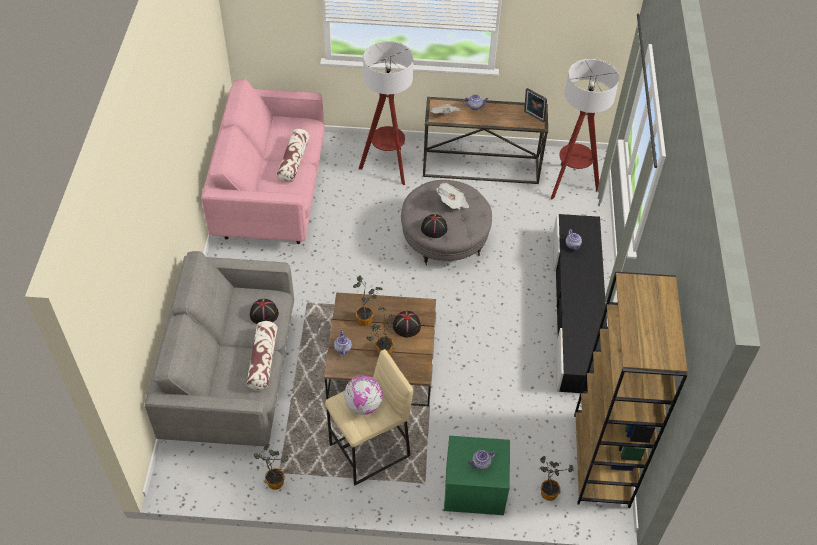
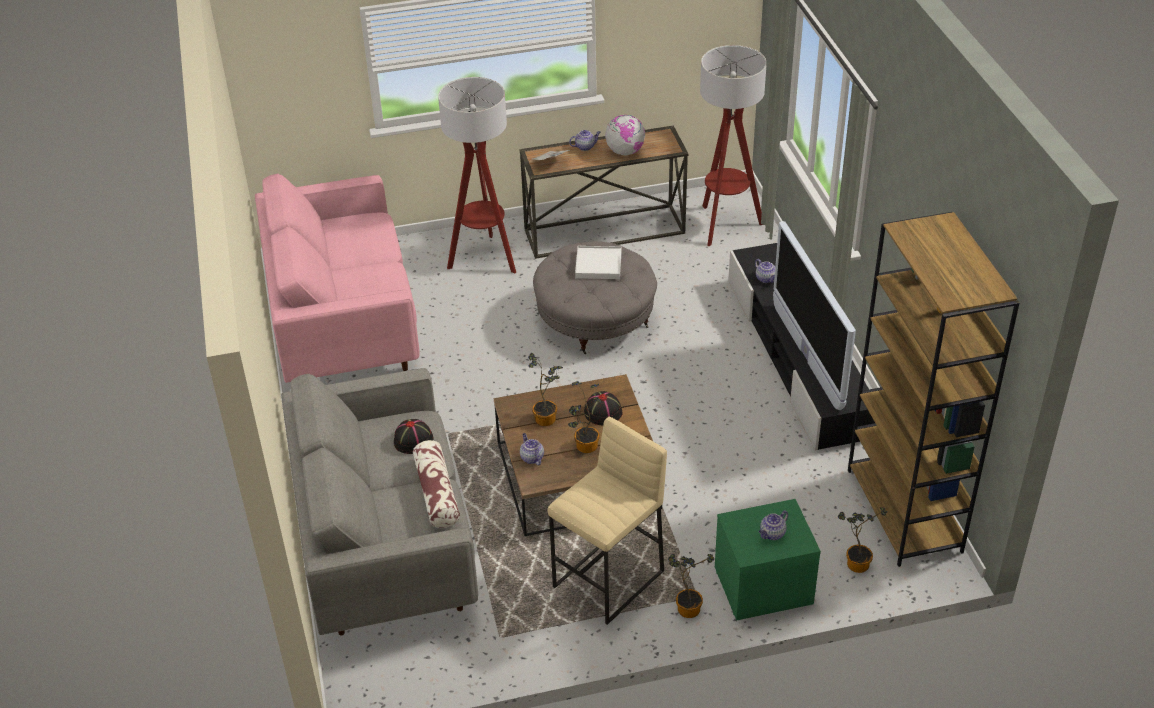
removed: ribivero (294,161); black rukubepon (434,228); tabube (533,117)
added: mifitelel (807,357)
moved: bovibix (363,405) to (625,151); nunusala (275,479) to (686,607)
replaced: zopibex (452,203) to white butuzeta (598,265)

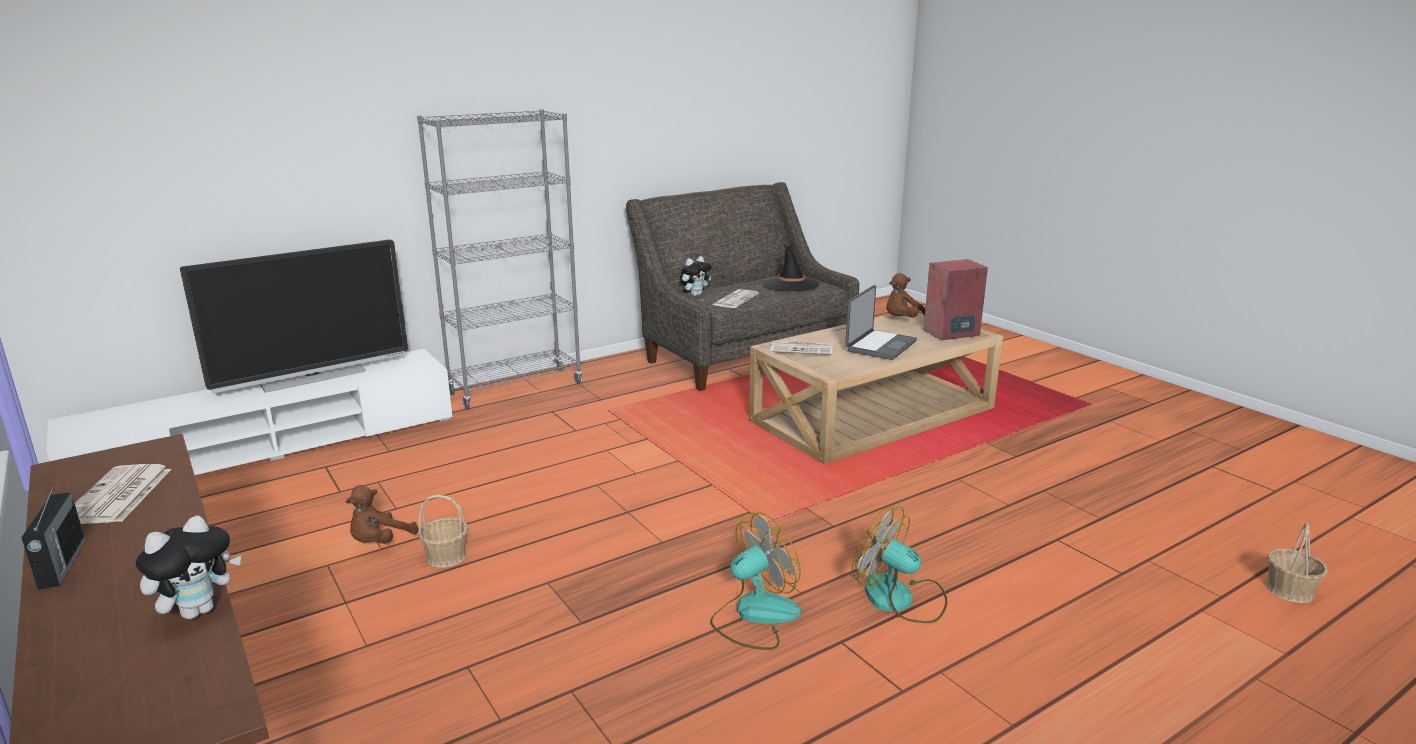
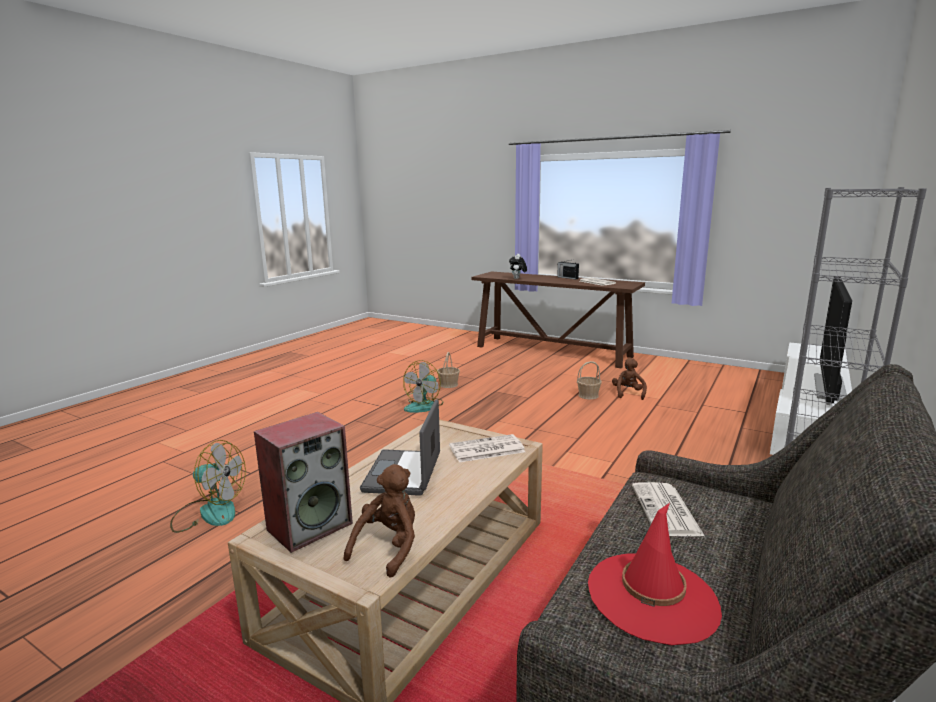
removed: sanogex (695,294)
moved: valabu (900,599) to (209,512); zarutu (1289,590) to (448,384)
recoloured: black rukubepon (790,285) to red rukubepon (652,597)

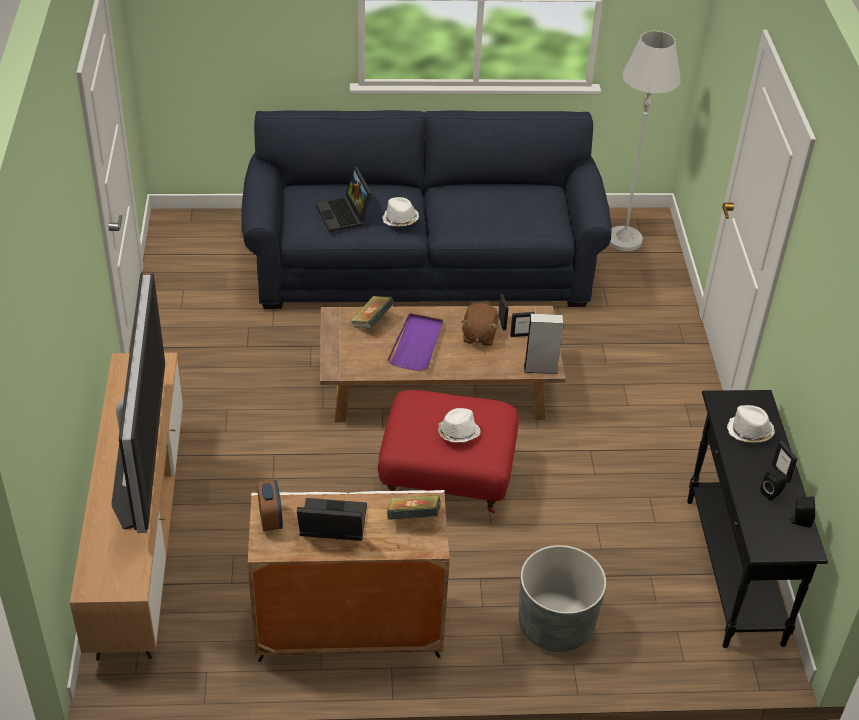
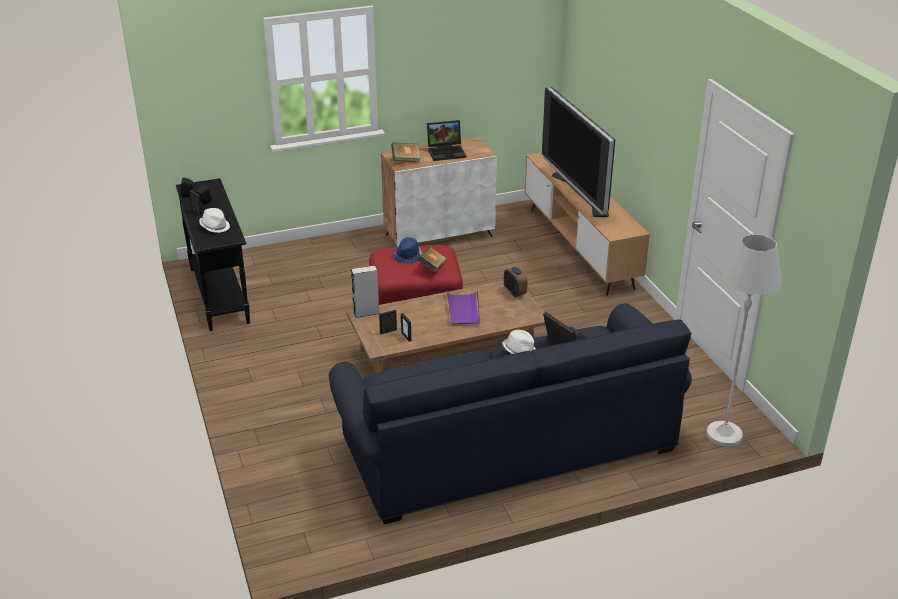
removed: brown sanogex (478,335); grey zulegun (555,625)
moved: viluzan (372,322) to (432,268); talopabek (270,519) to (514,292); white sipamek (624,239) to (724,435)
recoloured: white rukubepon (458,433) to blue rukubepon (408,256)

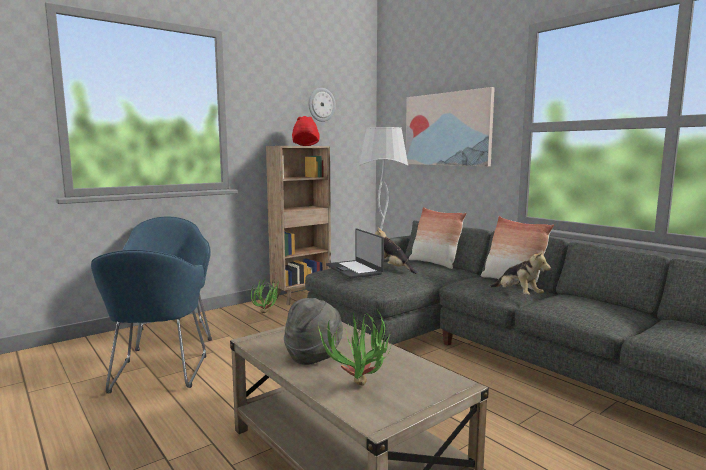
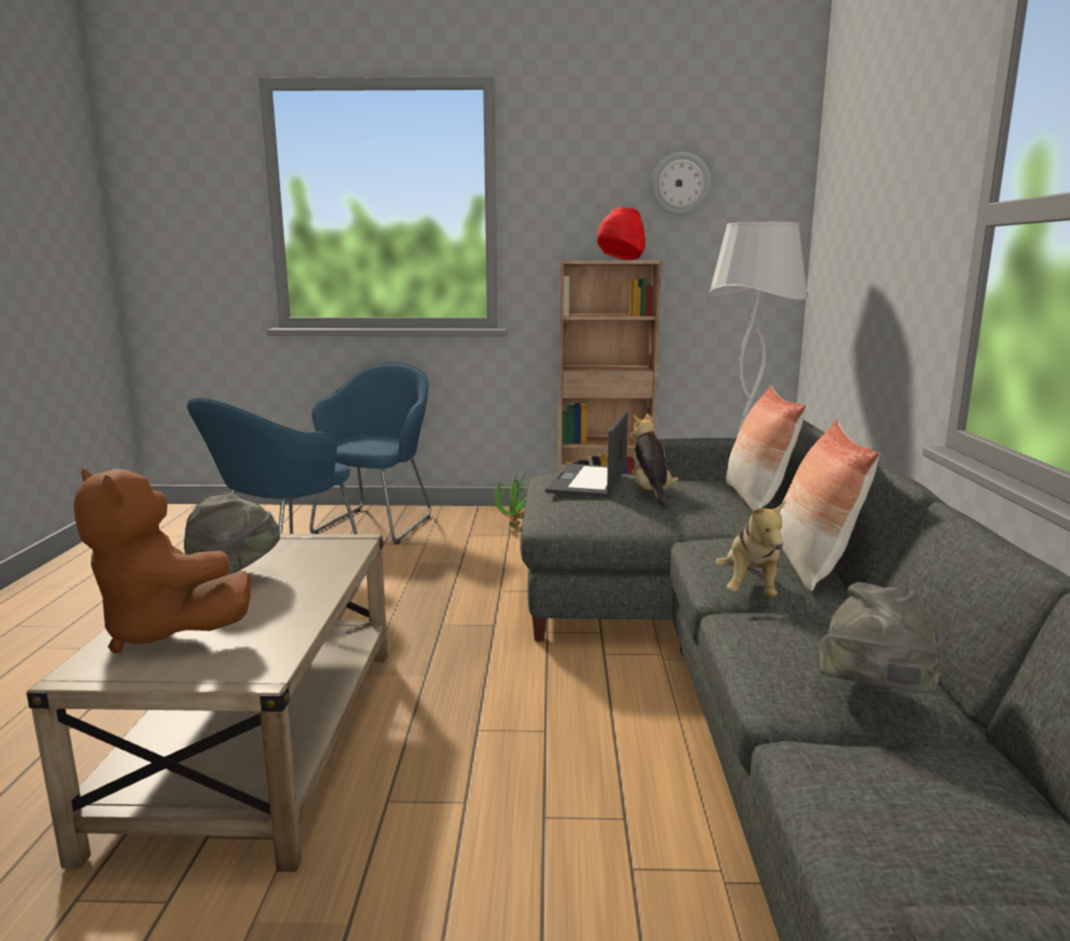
removed: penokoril (447,129)
added: grey rukubepon (873,701)
replaced: nunusala (359,389) to brown sanogex (165,631)

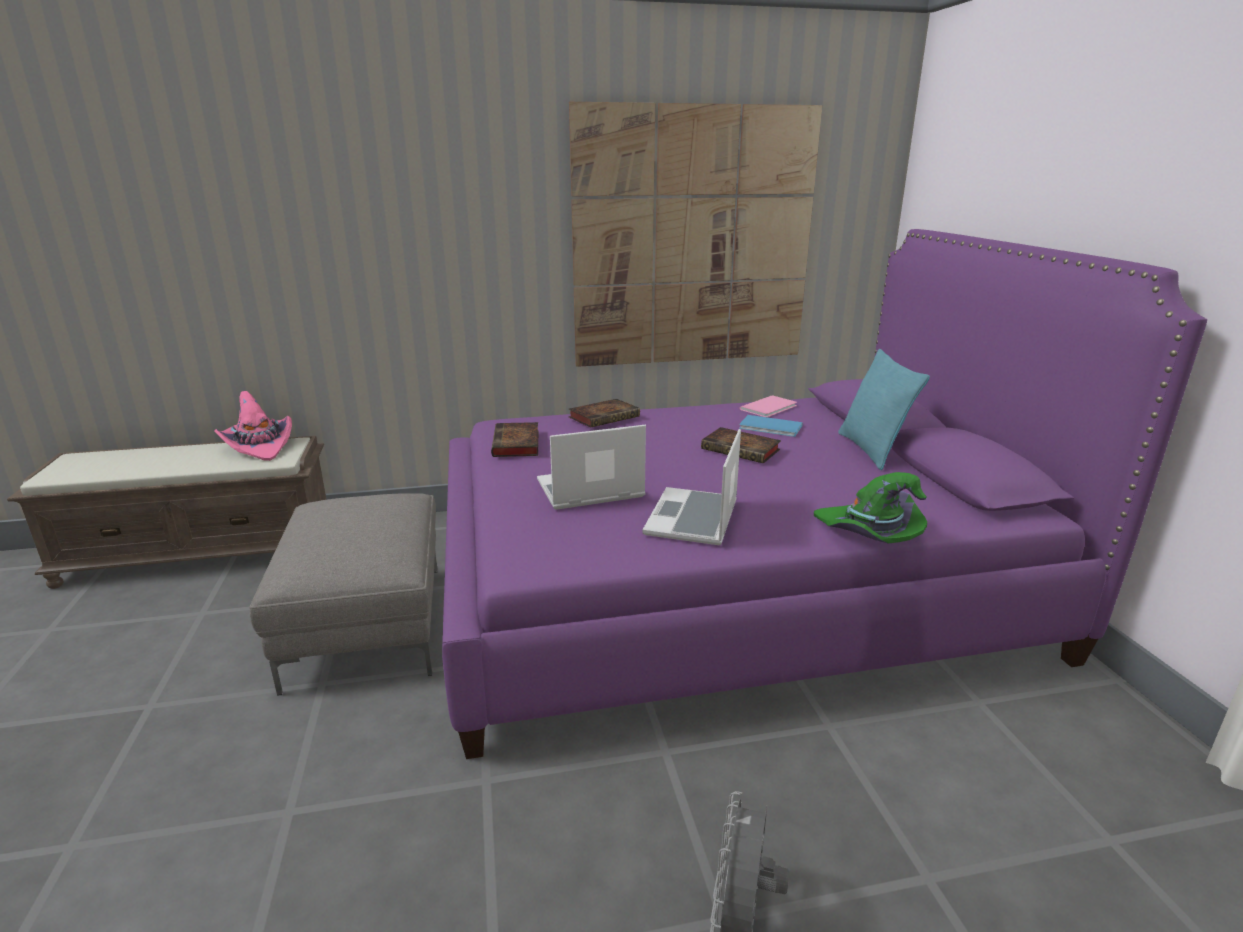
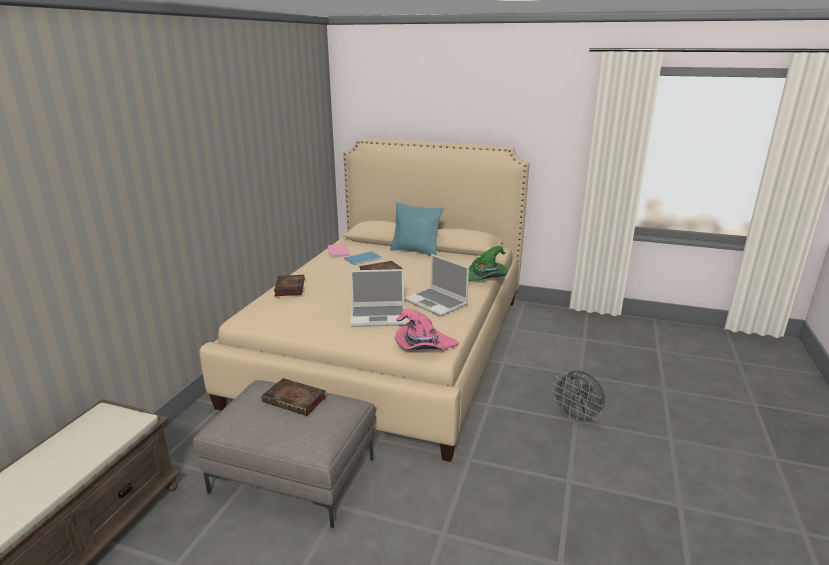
removed: penokoril (693,240)
moved: viluzan (517,444) to (296,400); pink rukubepon (260,446) to (423,346)
recoloured: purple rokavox (726,582) to beige rokavox (389,346)
turned: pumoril (589,490) = (379,316) 105 degrees counterclockwise

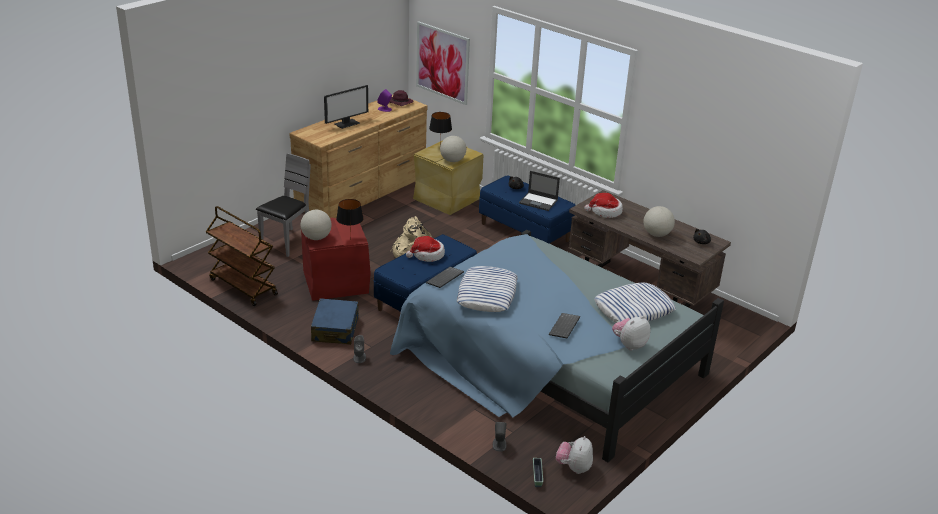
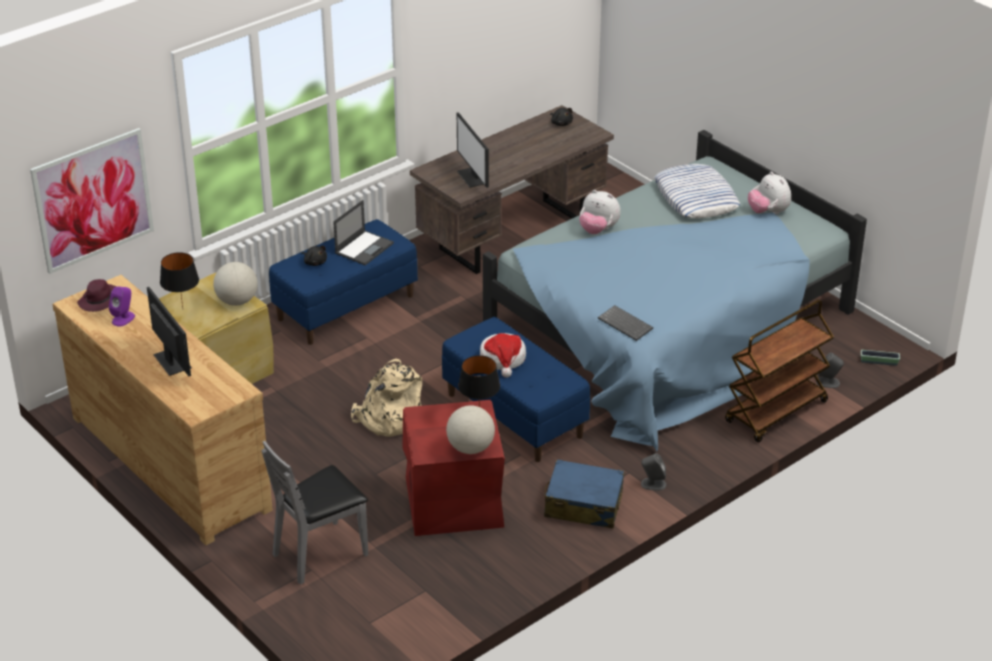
removed: ribivero (487,294); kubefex (565,327); bovibix (656,234)
moved: sanogex (574,467) to (598,230); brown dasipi (242,287) to (776,412)
replaced: rukubepon (605,212) to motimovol (473,177)
turned: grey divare (287,242) = (320,553) 75 degrees counterclockwise

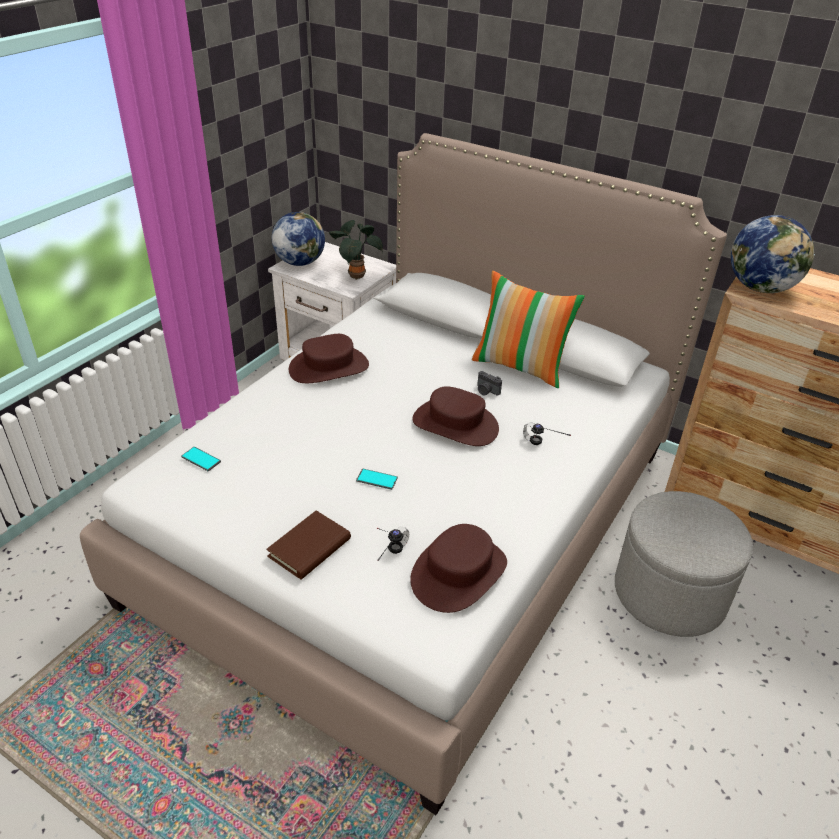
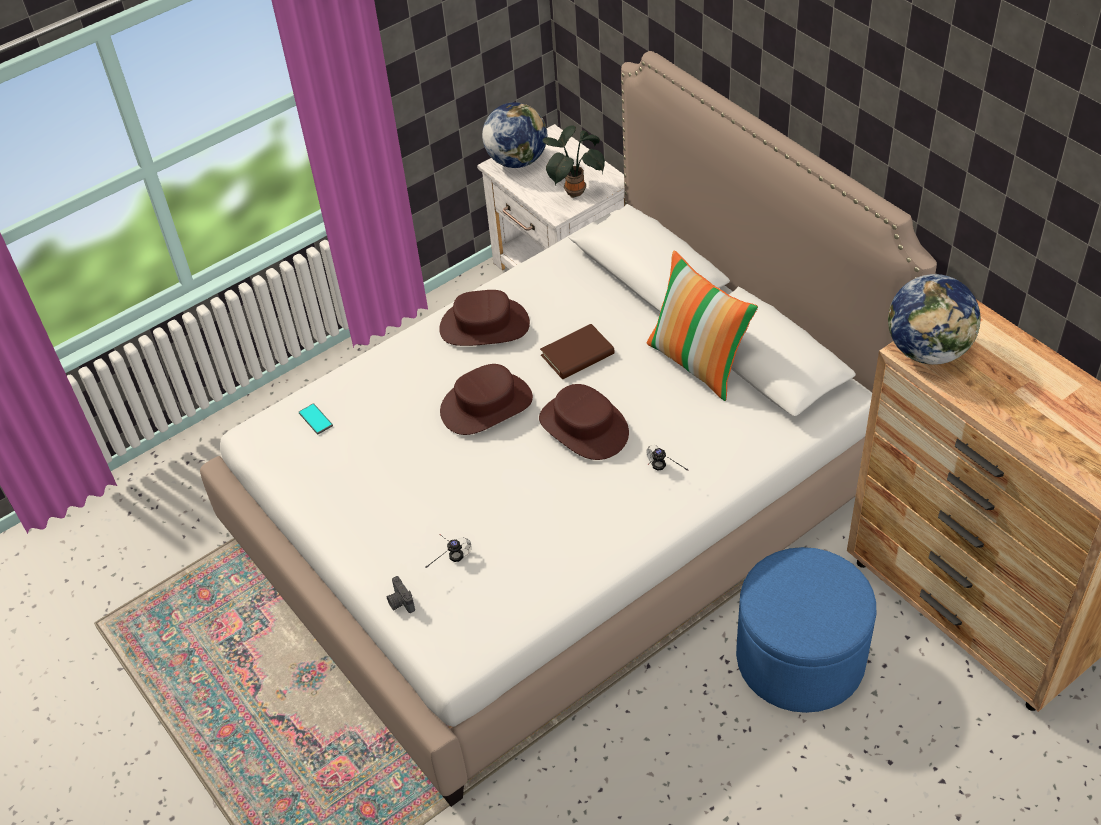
removed: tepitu (377,479)
moved: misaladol (486,391) to (400,602); brown rukubepon (458,572) to (486,405); brown viluzan (309,548) to (577,355)
recoloured: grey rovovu (669,593) to blue rovovu (800,658)

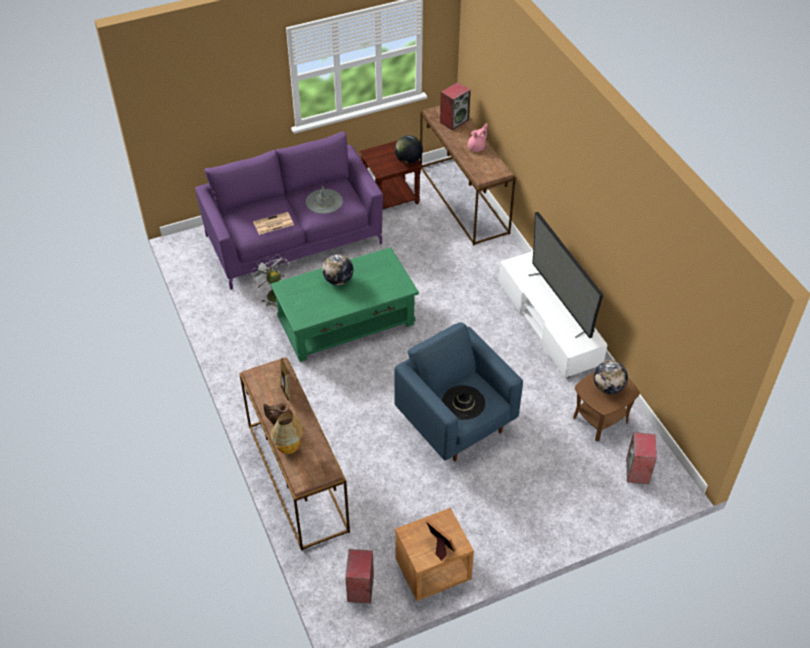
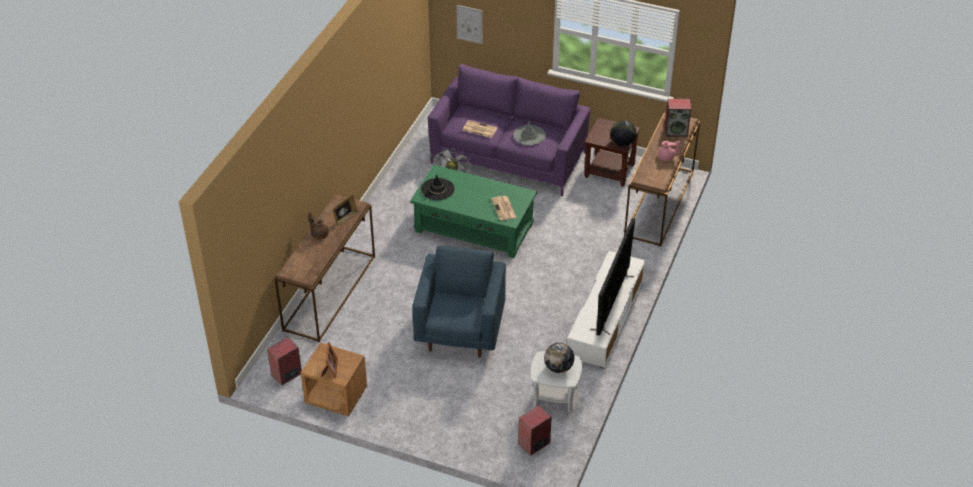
removed: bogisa (289,448); bovibix (338,280)
added: penokoril (469,24); zopibex (504,209)
moved: black rukubepon (463,403) to (437,189)
recoloured: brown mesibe (600,419) to white mesibe (554,397)

